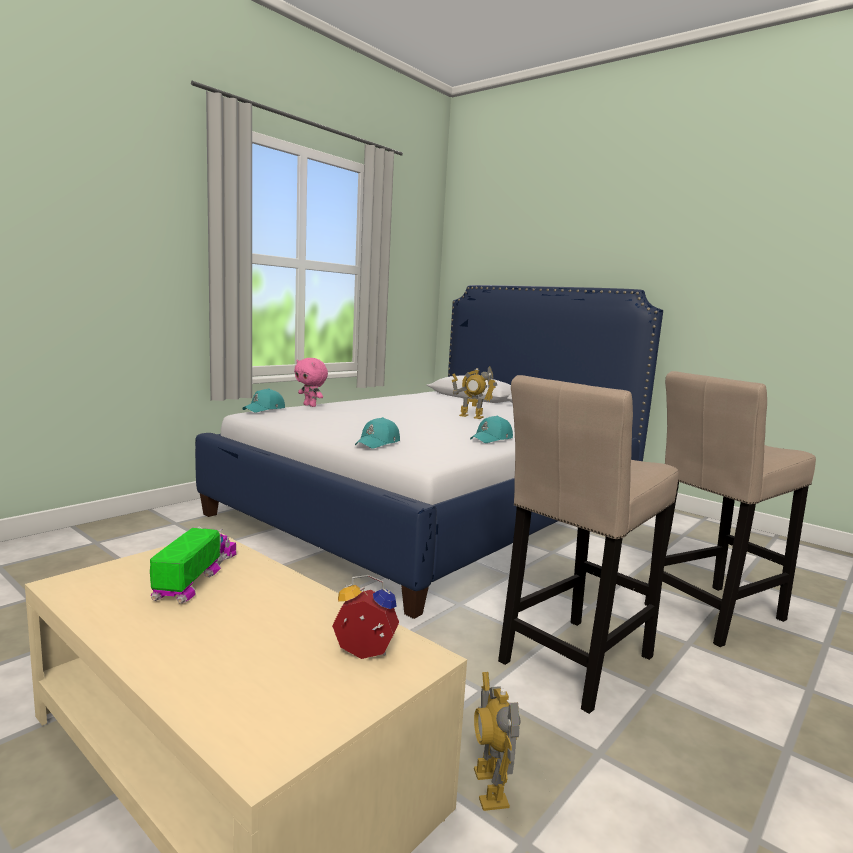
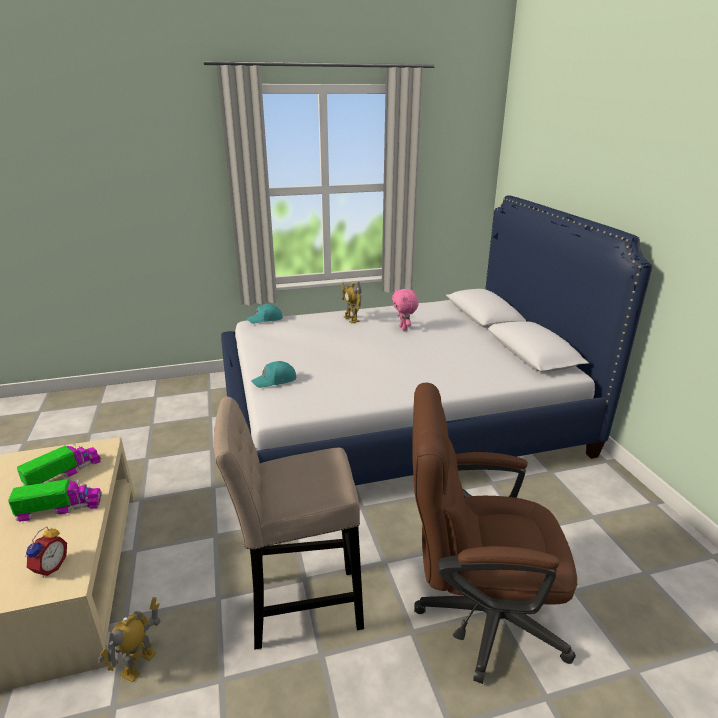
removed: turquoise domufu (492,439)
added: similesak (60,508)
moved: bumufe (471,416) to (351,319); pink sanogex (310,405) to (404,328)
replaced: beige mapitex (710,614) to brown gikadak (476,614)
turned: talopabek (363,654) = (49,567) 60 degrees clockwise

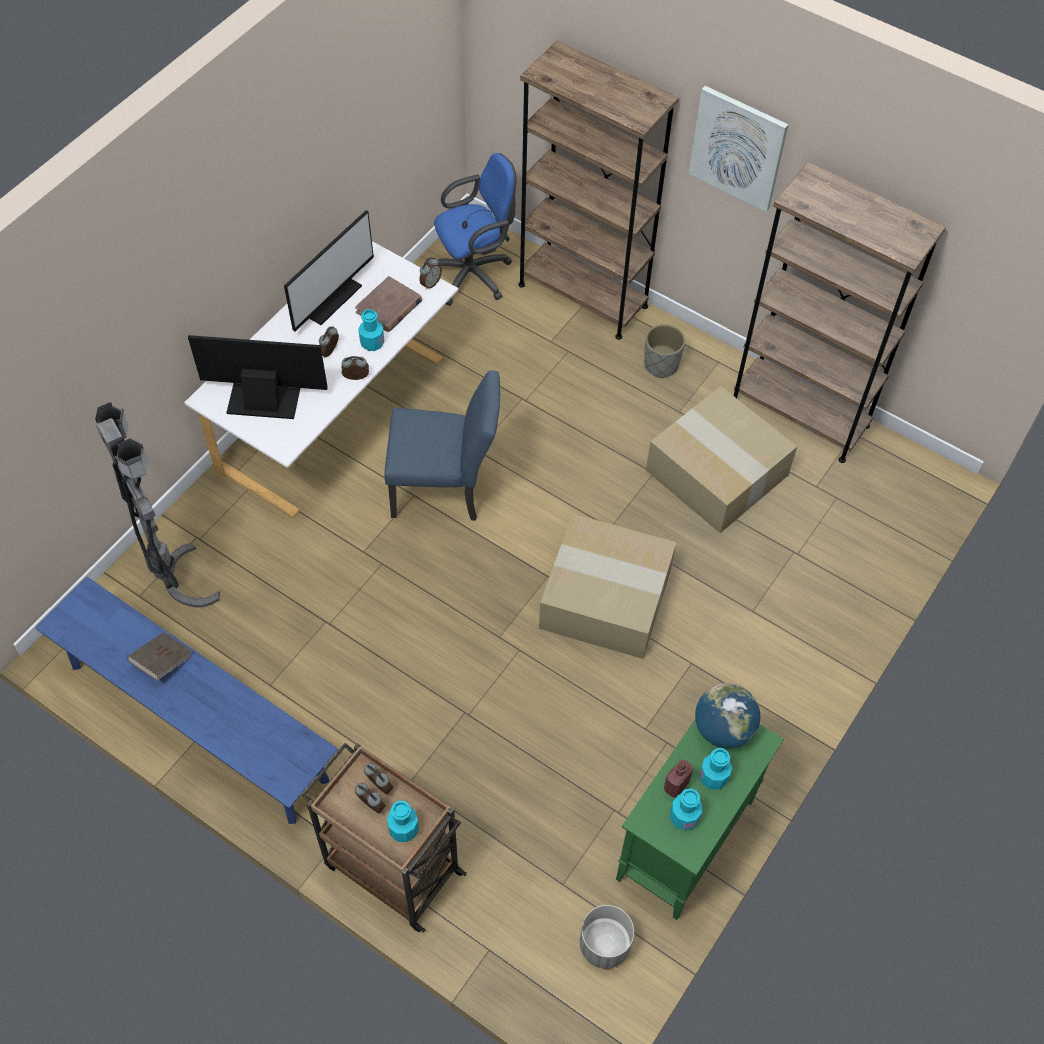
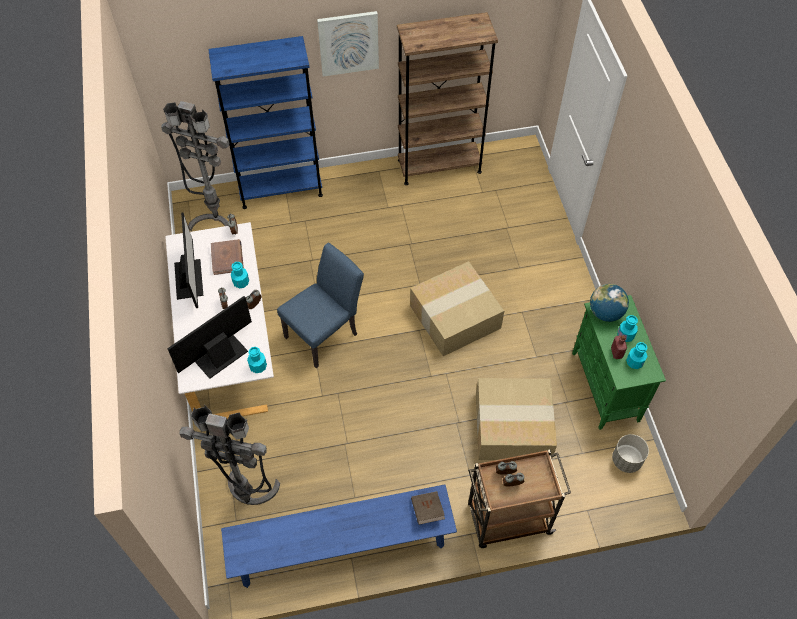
removed: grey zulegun (661,364)
moved: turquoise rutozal (403,829) to (258,366); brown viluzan (162,662) to (427,511); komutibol (714,472) to (511,427)
replaced: blue gikadak (475,274) to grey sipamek (215,220)
recoloured: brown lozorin (583,295) to blue lozorin (280,189)

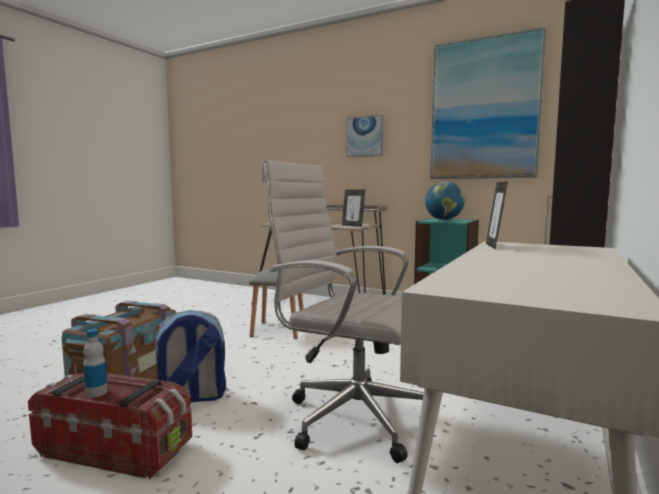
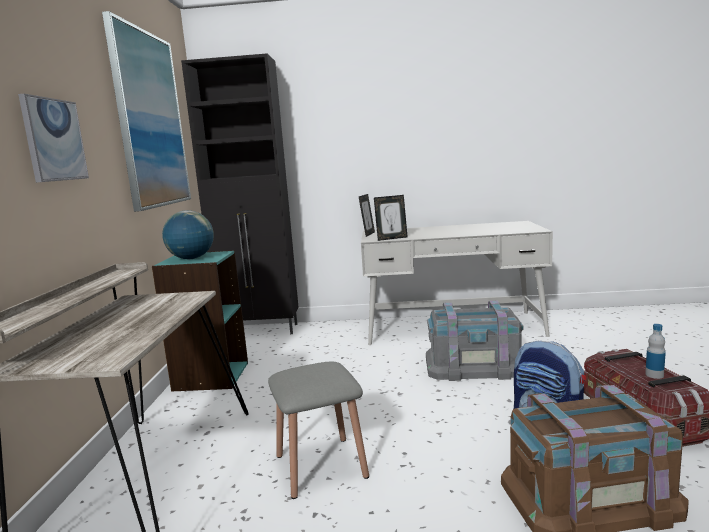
moved: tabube (353,225) to (368,234)
replaced: white gikadak (350,417) to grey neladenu (474,365)

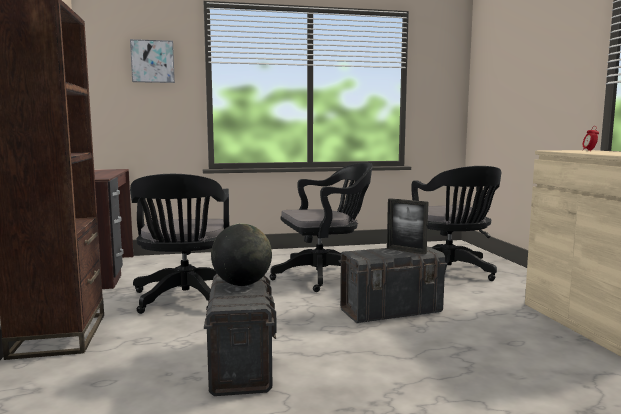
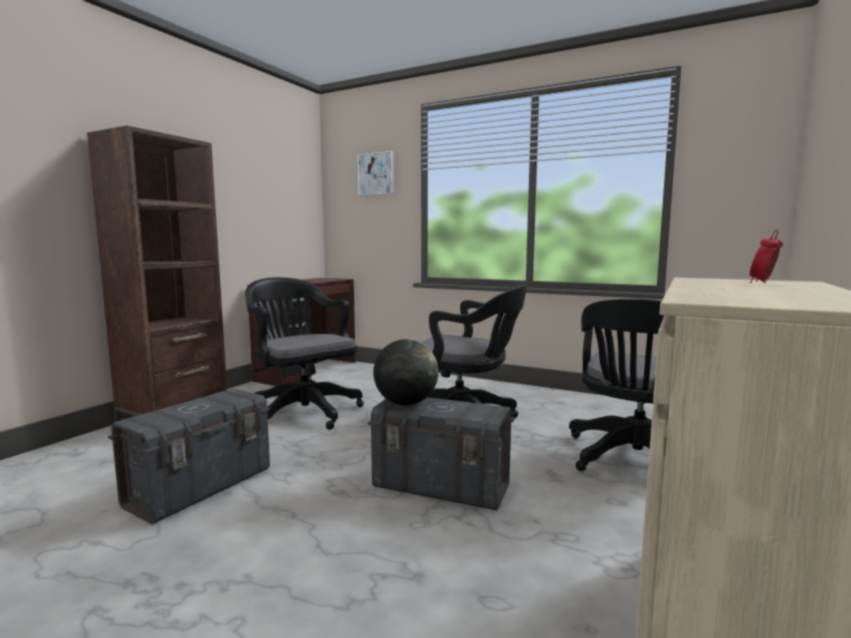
removed: tabube (406,251)
moved: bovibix (242,284) to (406,403)
turned: black gikadak (185,299) = (302,411) 105 degrees clockwise

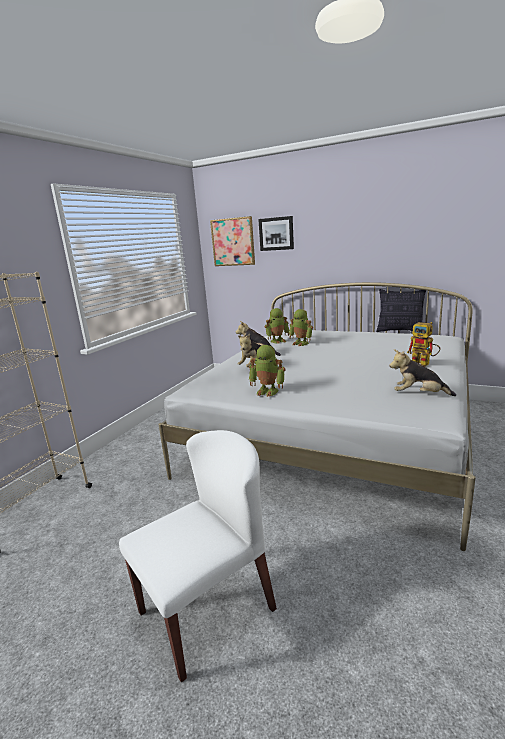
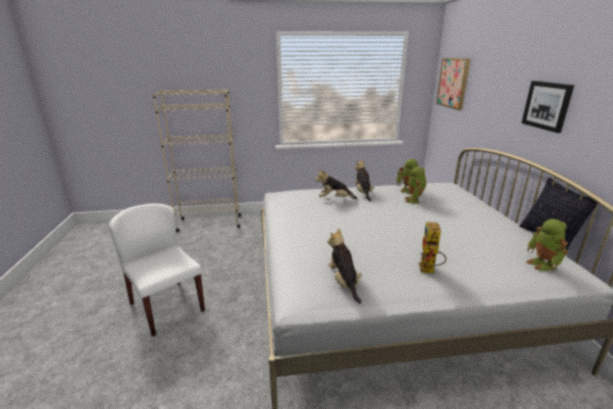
moved: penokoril (276,233) to (547,105); bumufe (268,391) to (542,264)
turned: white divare (207,609) = (166,306) 150 degrees counterclockwise

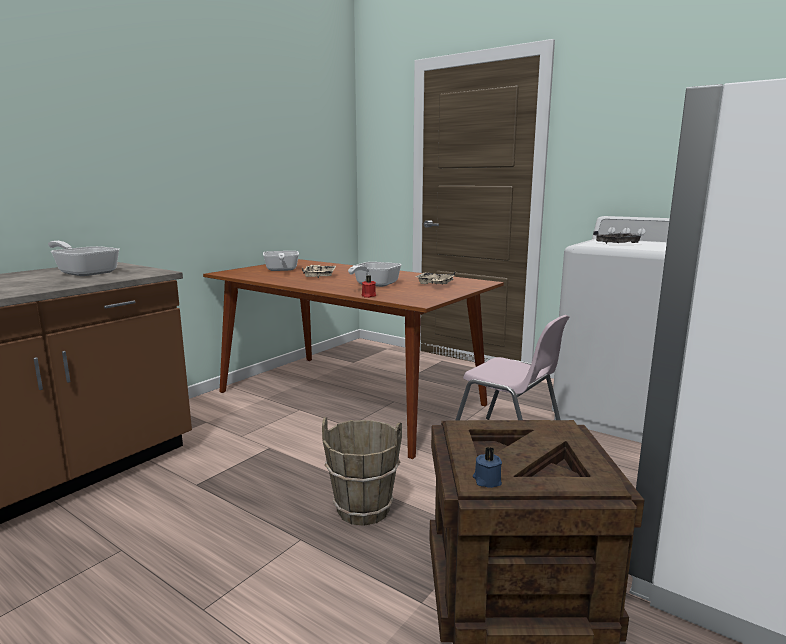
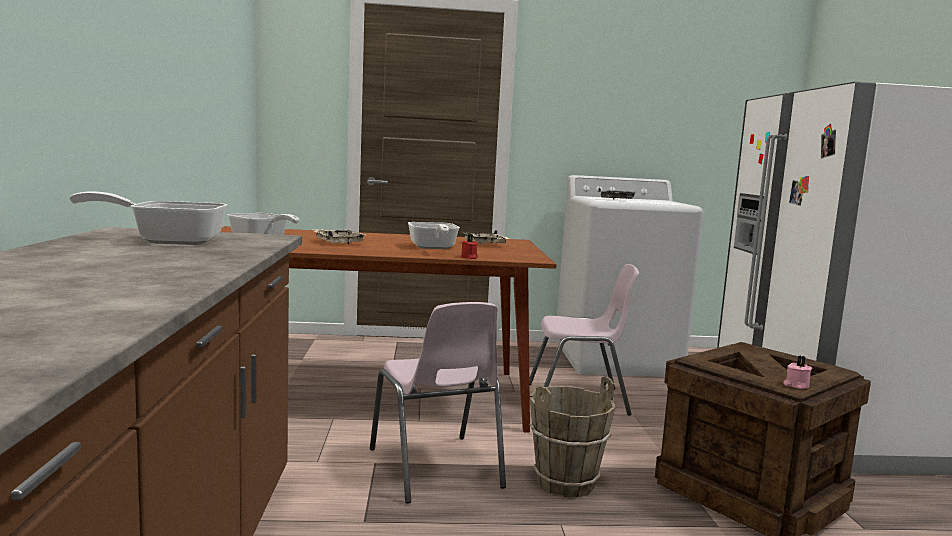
added: pink divare (436,469)
recoloured: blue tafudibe (486,480) to pink tafudibe (796,385)

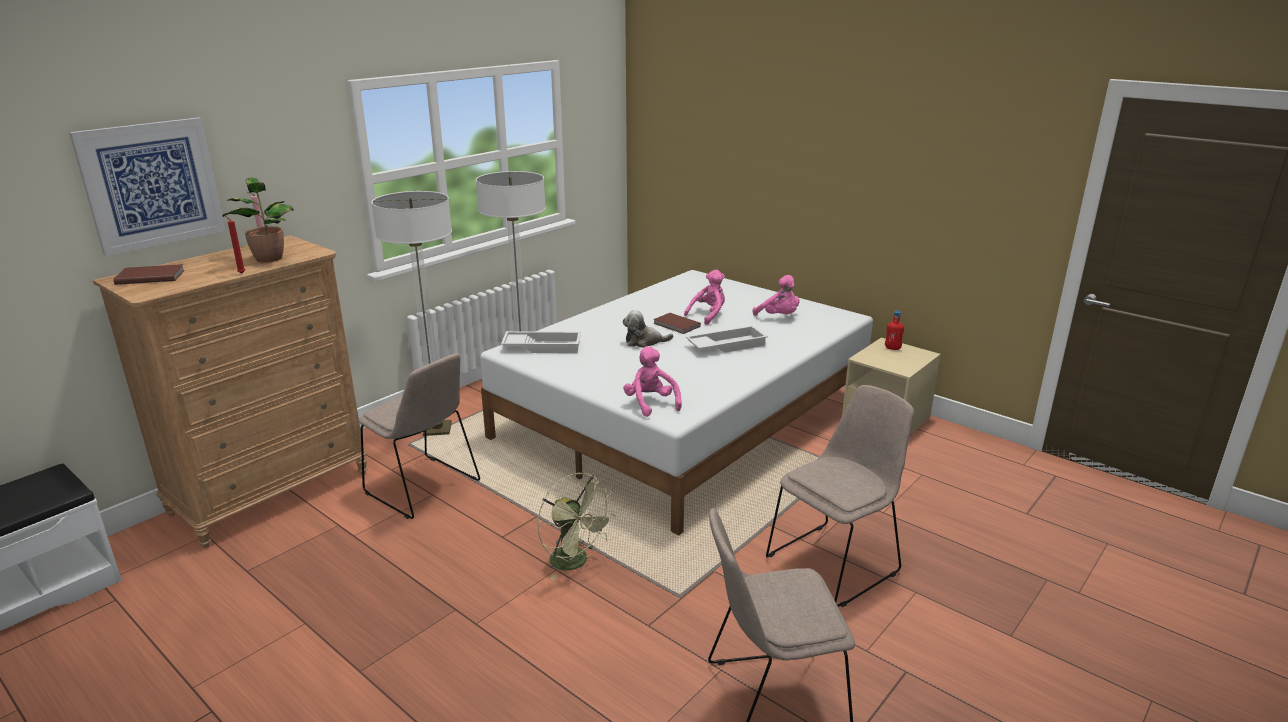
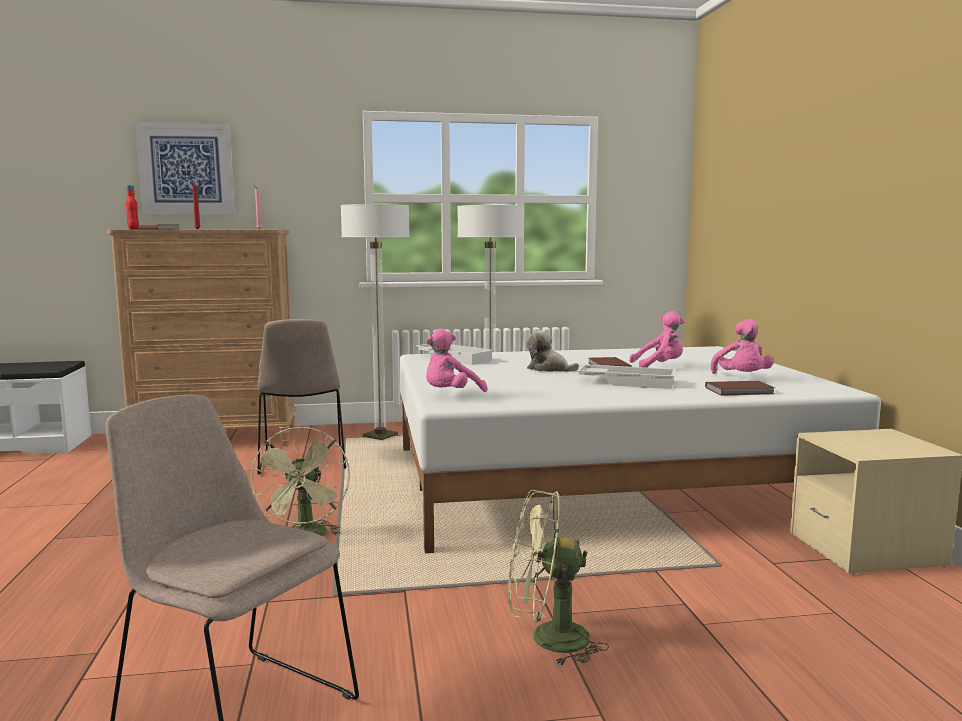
removed: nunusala (268,258)
added: brown viluzan (740,391)
moved: red rutozal (892,348) to (133,229)
replaced: beige divare (835,562) to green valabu (547,640)
turned: pink sanogex (651,404) = (450,395) 150 degrees counterclockwise

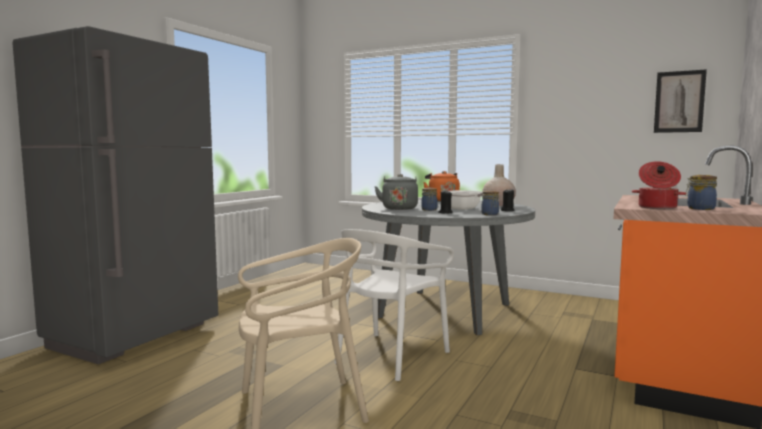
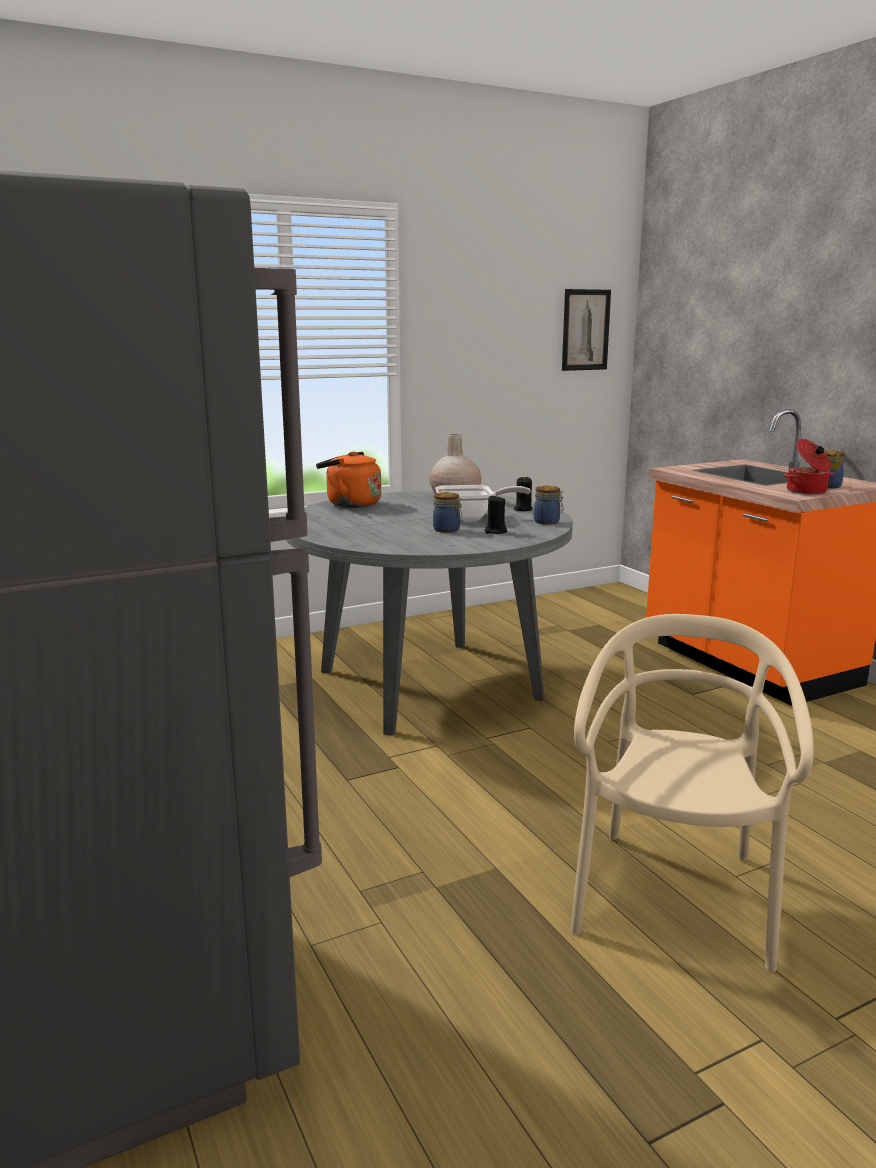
removed: white divare (390,356); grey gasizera (399,208)

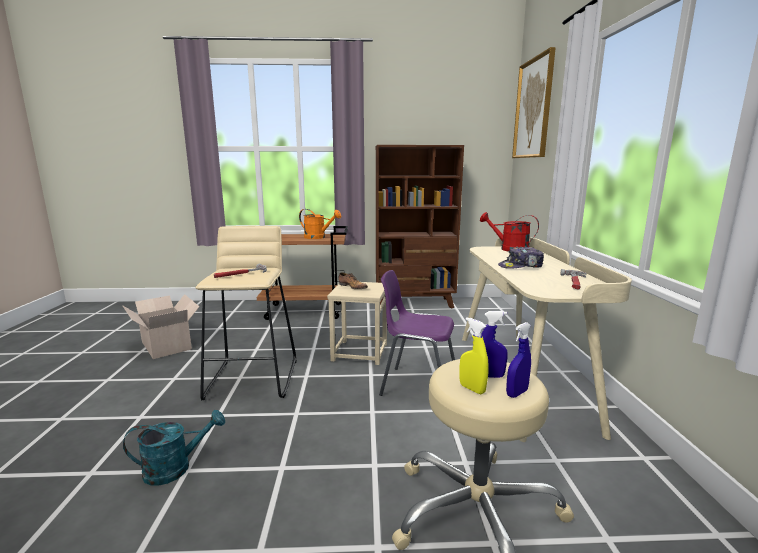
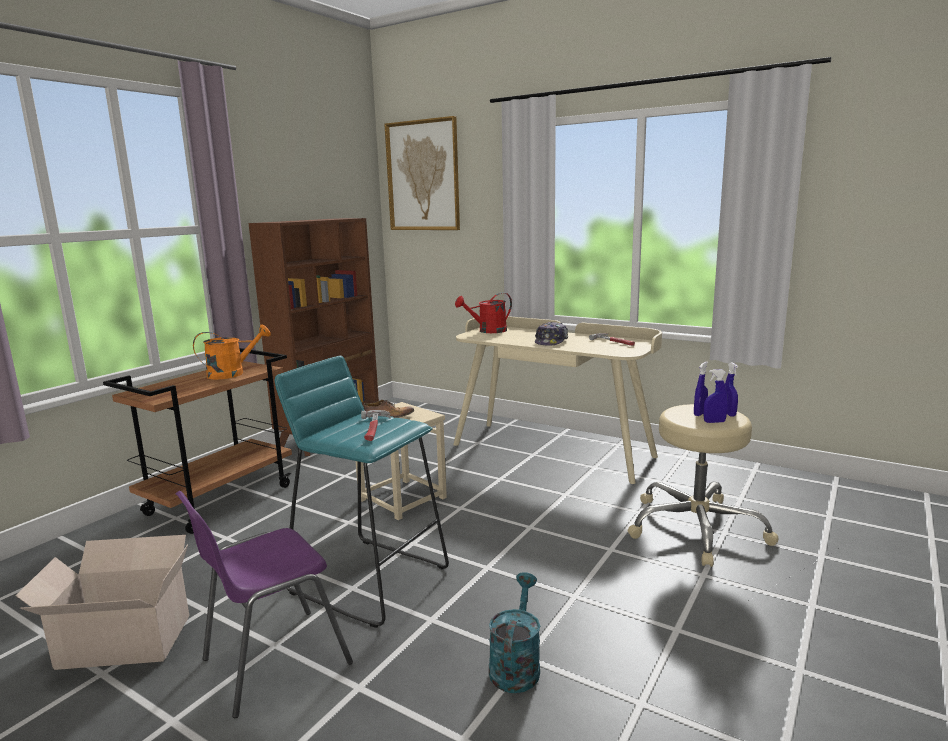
moved: purple divare (418,386) to (272,662)
recoloured: beige mapitex (253,378) to turquoise mapitex (369,578); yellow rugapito (472,389) to blue rugapito (714,422)

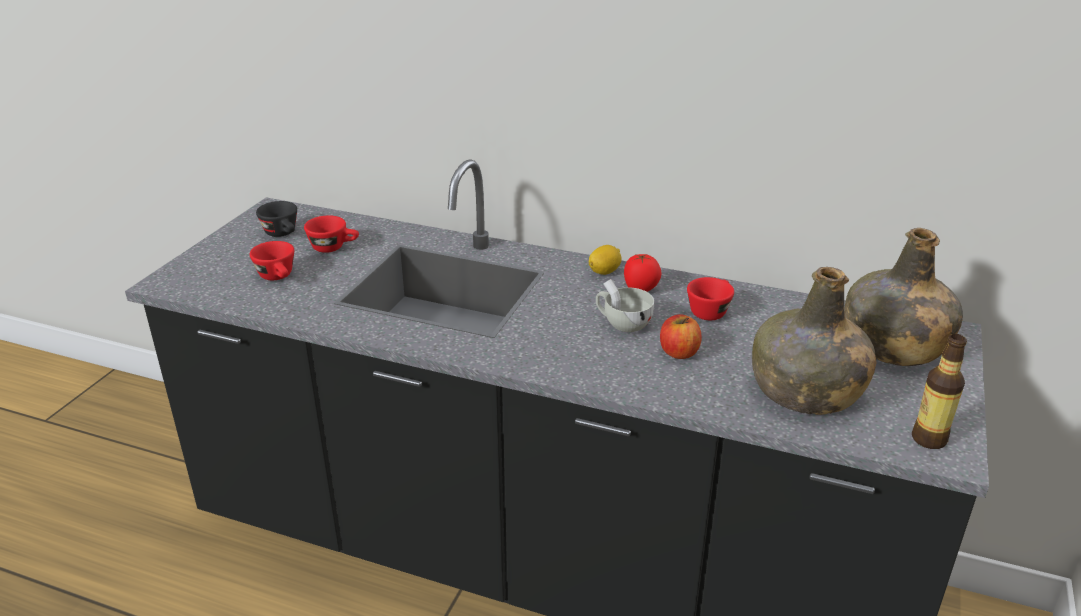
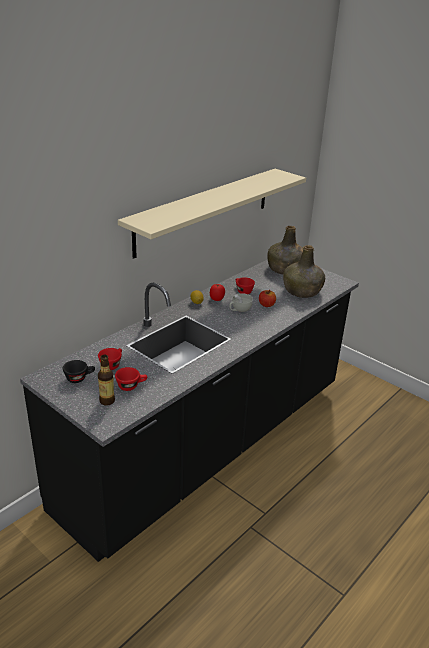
added: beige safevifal (205,210)
moved: rutozal (929,439) to (107,401)

